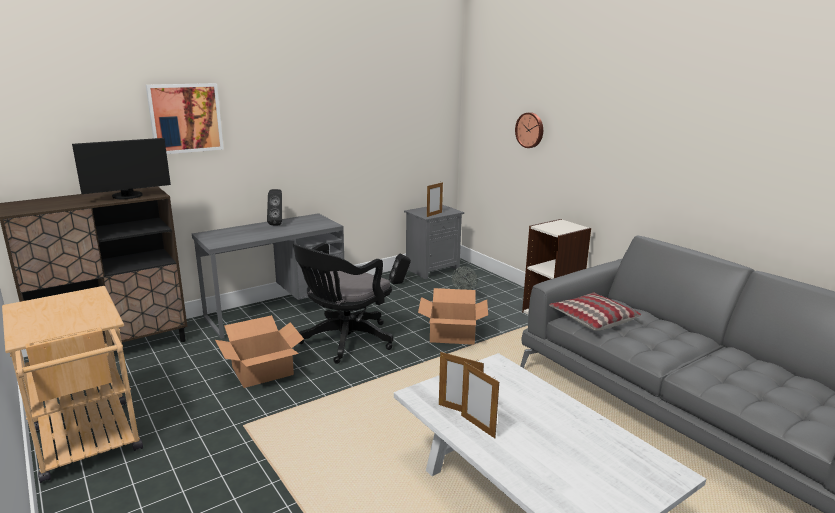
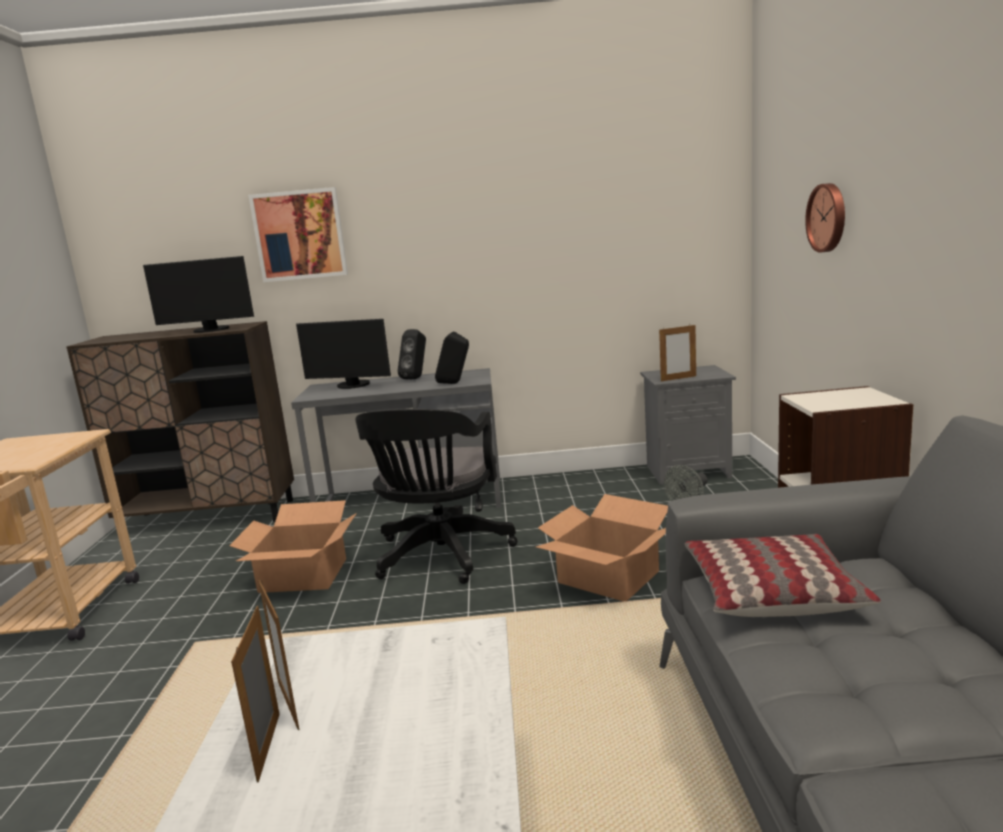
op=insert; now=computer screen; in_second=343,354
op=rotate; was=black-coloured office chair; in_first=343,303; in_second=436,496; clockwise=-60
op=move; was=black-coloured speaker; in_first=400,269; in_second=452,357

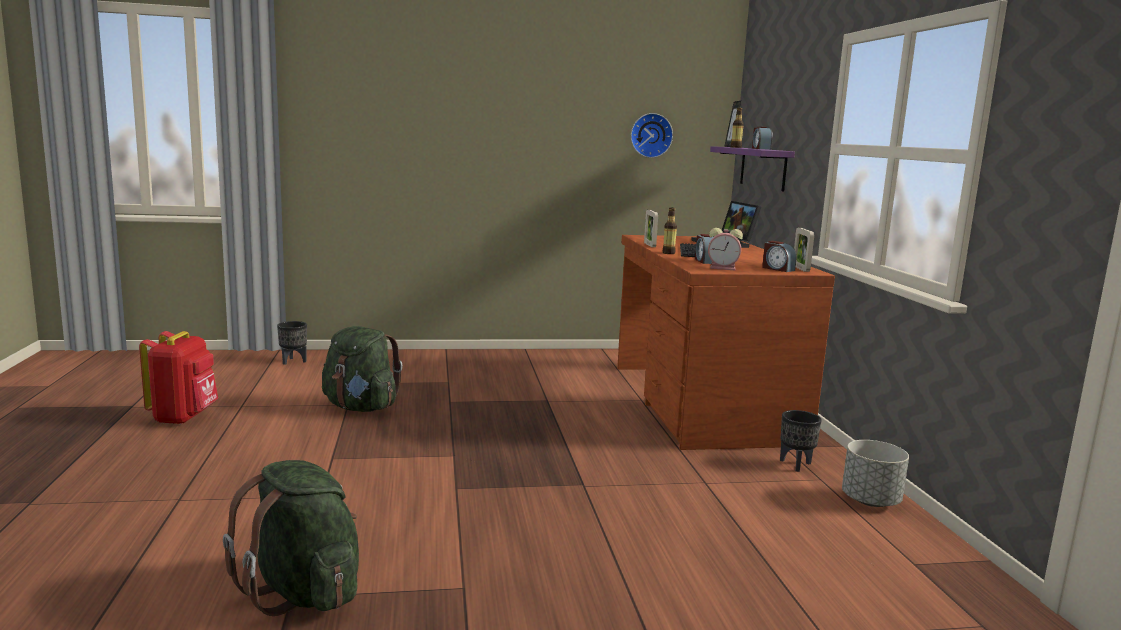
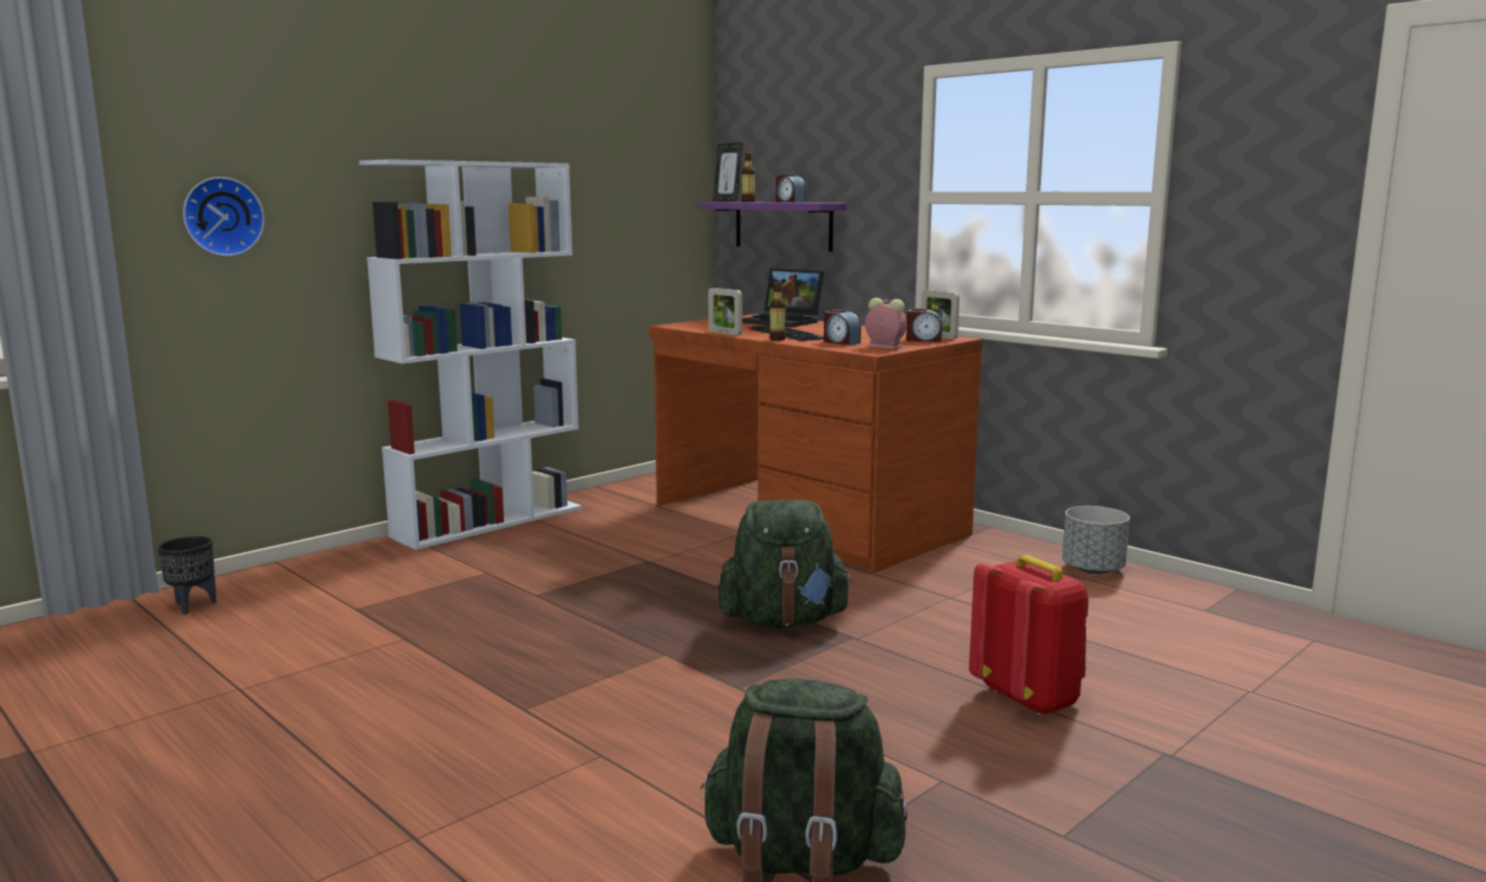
op=move; was=wall clock; in_first=652,135; in_second=223,216
op=insert; now=whitish bookcase; in_second=470,354
op=move; was=green-coloured backpack; in_first=362,369; in_second=785,564
op=rotate; was=alarm clock; in_first=725,249; in_second=886,323; clockwise=-120
op=move; was=red backpack; in_first=178,378; in_second=1029,635
op=delete; was=black-coloured plant pot; in_first=801,441

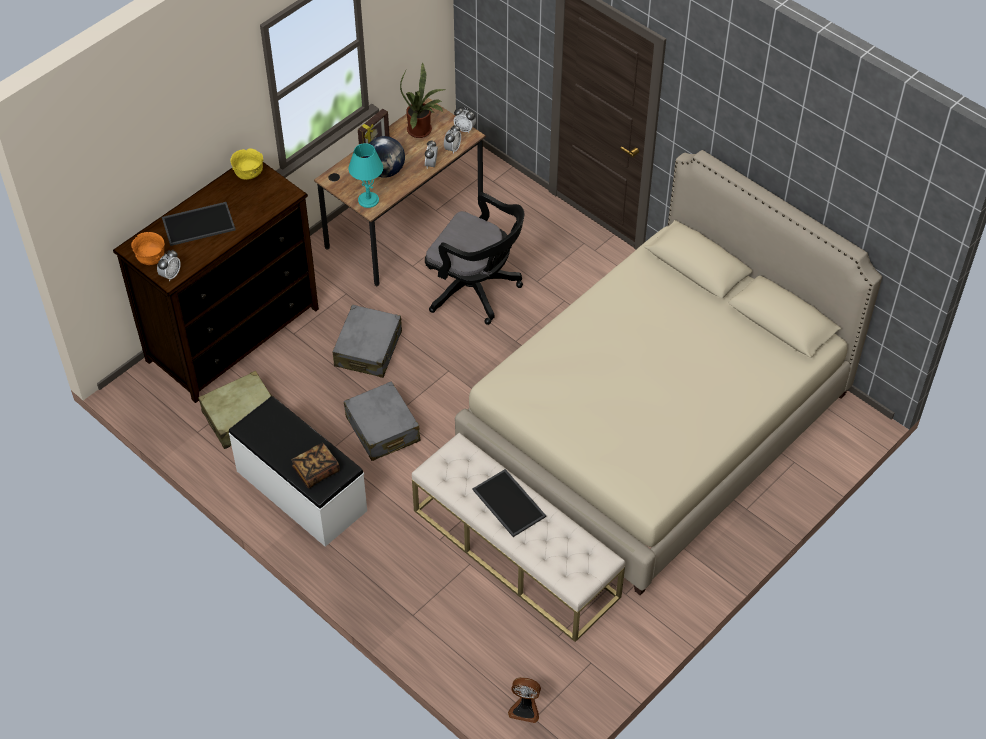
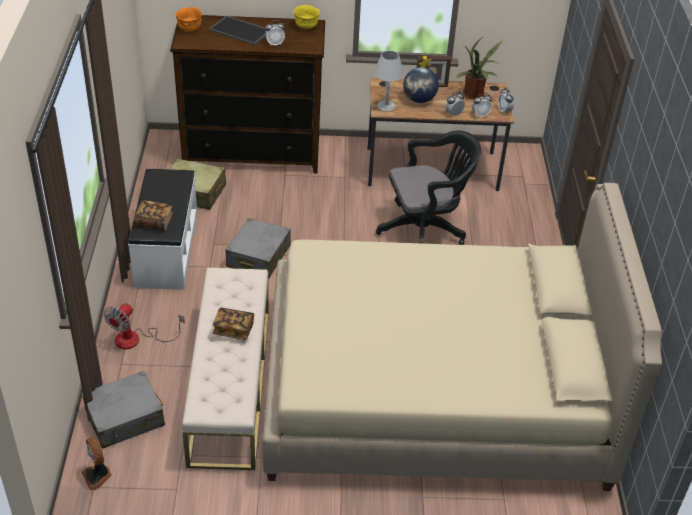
op=move; was=gray travel case; in_first=367,341; in_second=123,410
op=insert; now=fan; in_second=144,326
op=replace; was=serving tray; now=volume; in_first=509,503; in_second=233,324
op=move; was=alarm clock; in_first=169,265; in_second=275,33
op=recolor; was=turquoise table lamp; now=gray table lamp; in_first=366,175; in_second=389,81
op=rotate; was=black-coloured office chair; in_first=474,258; in_second=428,188; clockwise=-90

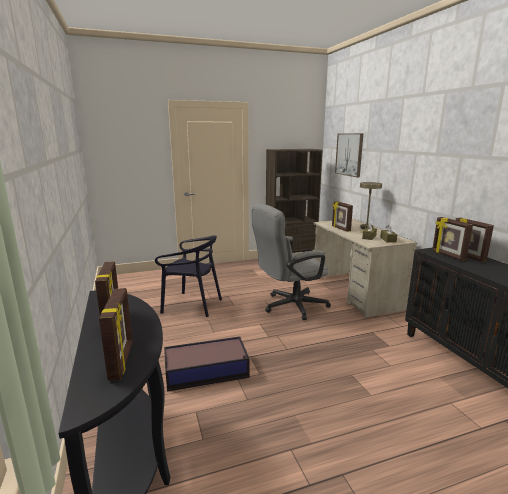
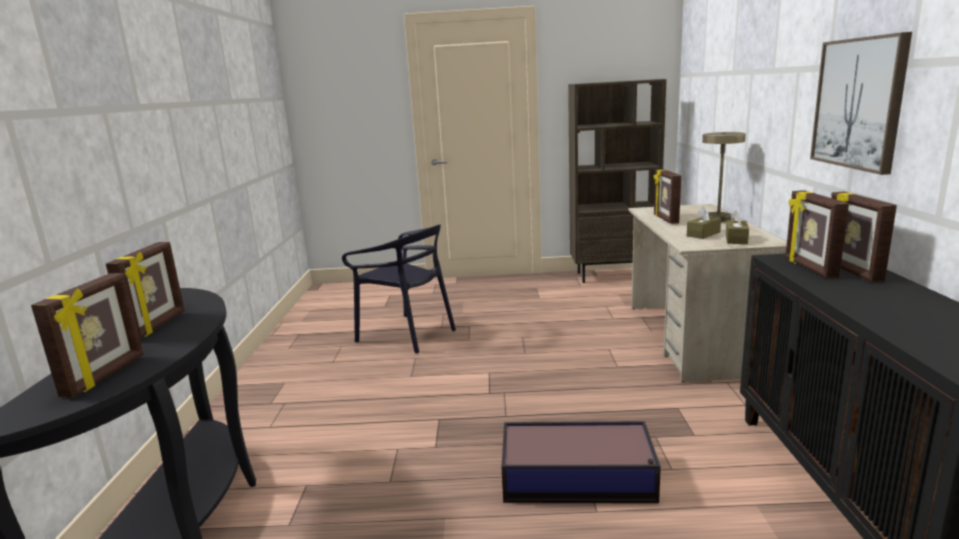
op=move; was=storage bin; in_first=207,364; in_second=581,462
op=move; was=wall art; in_first=349,155; in_second=861,103
op=delete; was=gray office chair; in_first=291,261

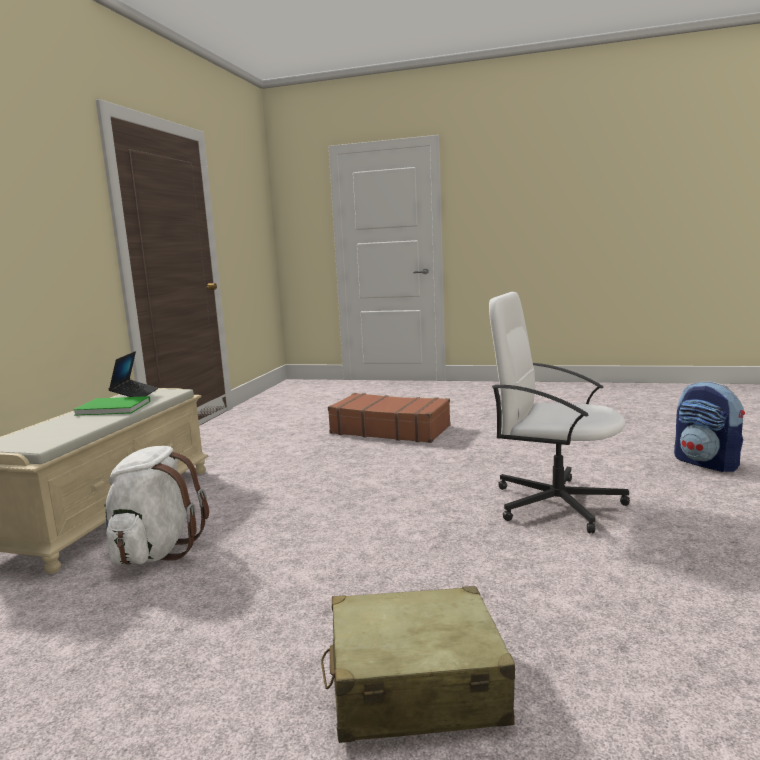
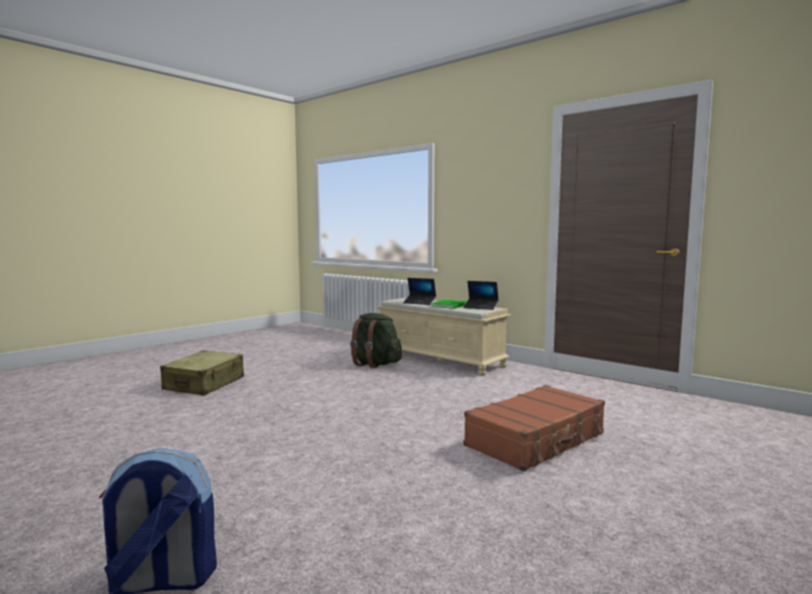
op=recolor; was=whitish backpack; now=green-coloured backpack; in_first=156,505; in_second=376,340
op=insert; now=portable computer; in_second=419,291
op=delete; was=whitish office chair; in_first=559,412

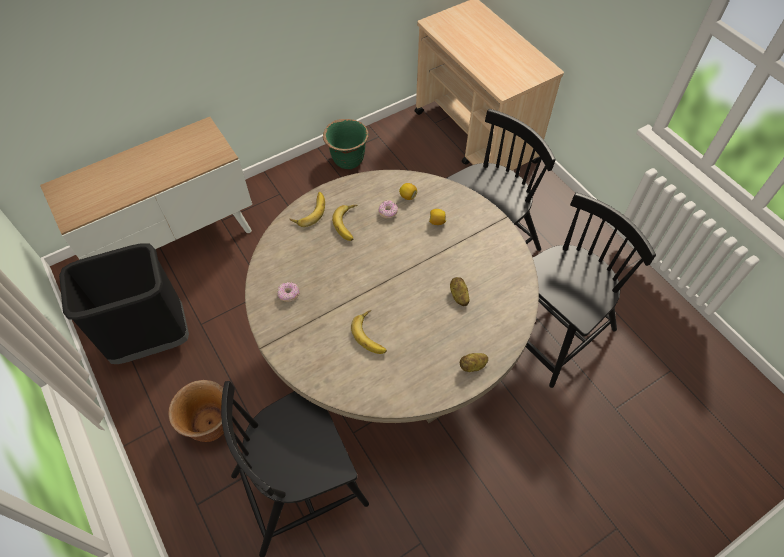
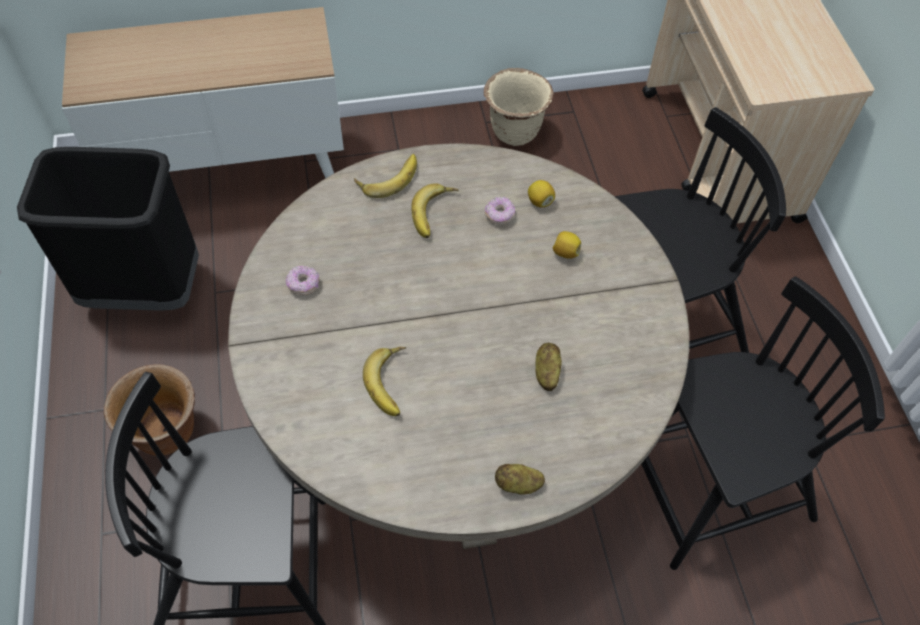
op=recolor; was=green-coloured plant pot; now=beige-coloured plant pot; in_first=346,144; in_second=518,107

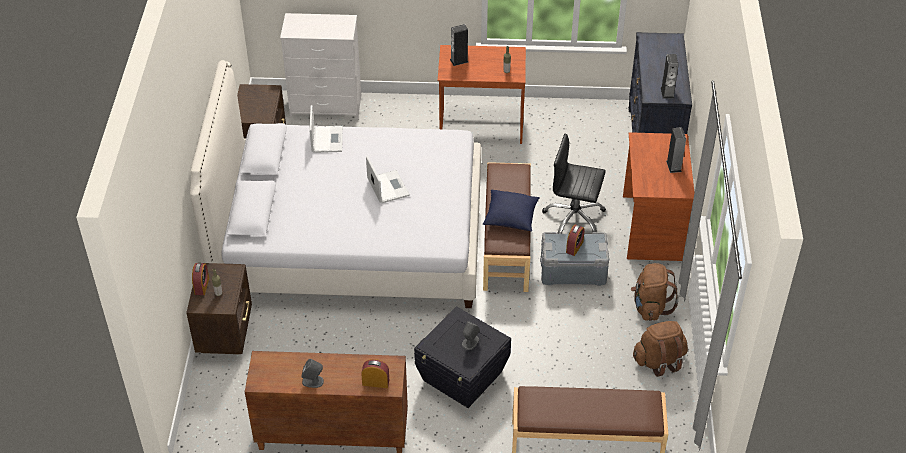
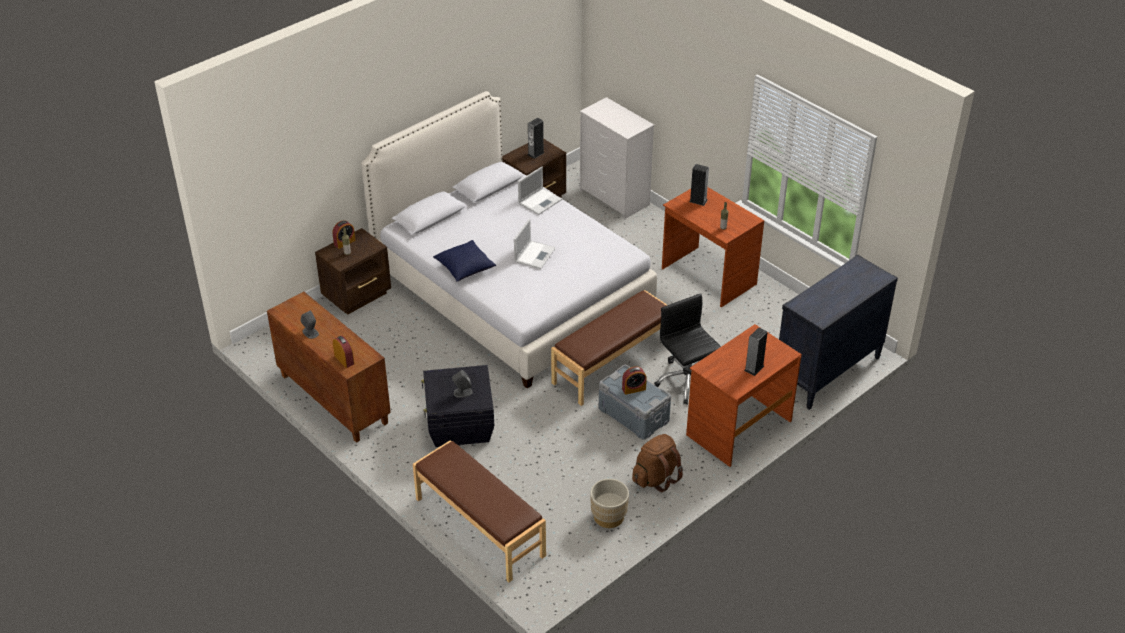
op=move; was=bluish throw pillow; in_first=511,211; in_second=464,261
op=move; was=speaker; in_first=670,76; in_second=536,138
op=replace; was=brown-coloured backpack; now=beige-coloured plant pot; in_first=660,349; in_second=610,503

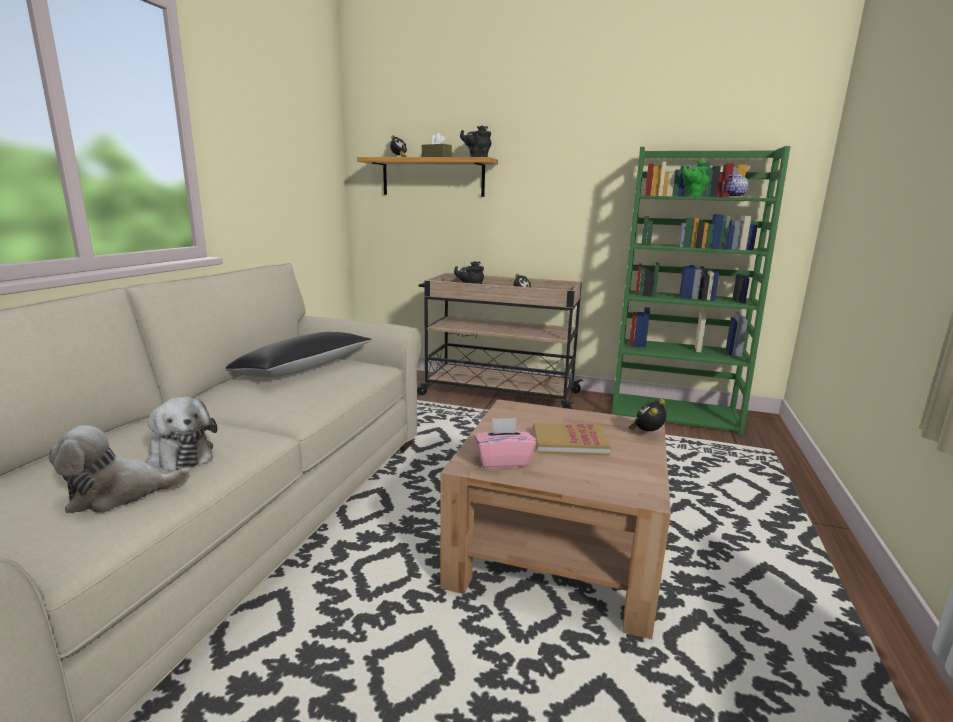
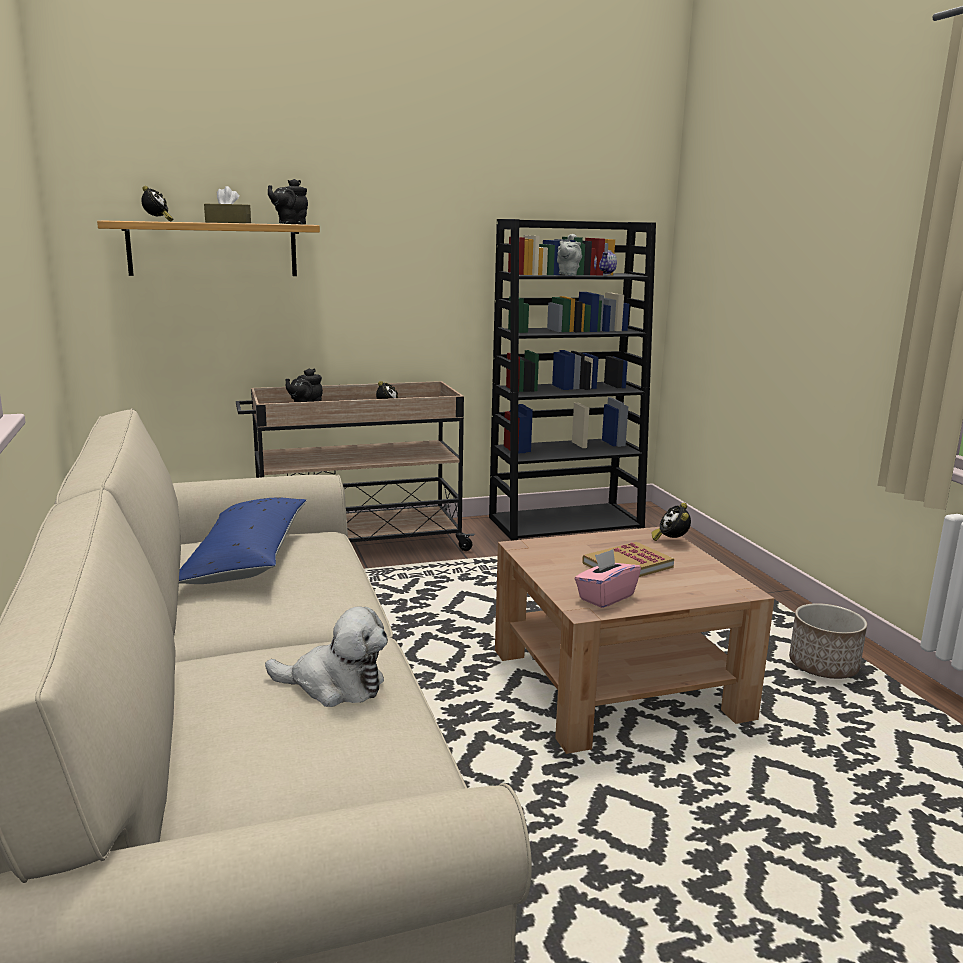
op=recolor; was=black-coloured throw pillow; now=bluish throw pillow; in_first=299,354; in_second=243,540
op=recolor; was=green-coloured bookcase; now=black-coloured bookcase; in_first=701,290; in_second=572,380
op=recolor; was=green-coloured pot for tea; now=gray pot for tea; in_first=697,178; in_second=569,254
op=insert; now=plant pot; in_second=828,641
op=delete; was=plush toy; in_first=120,469

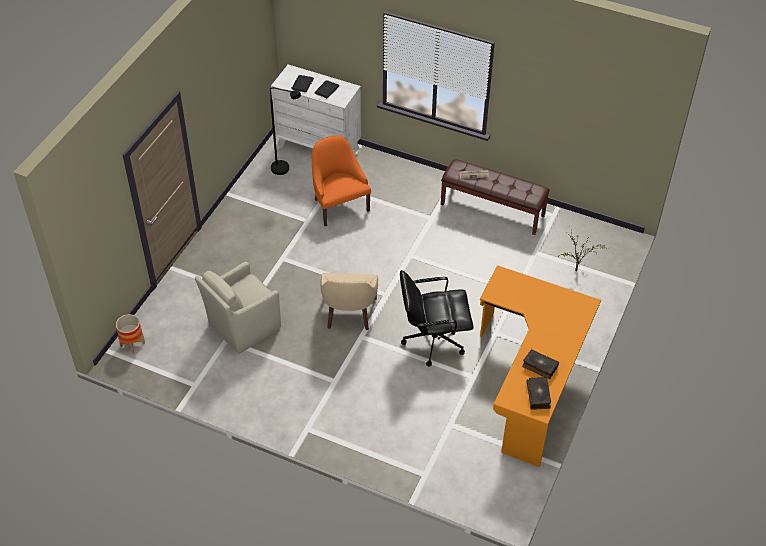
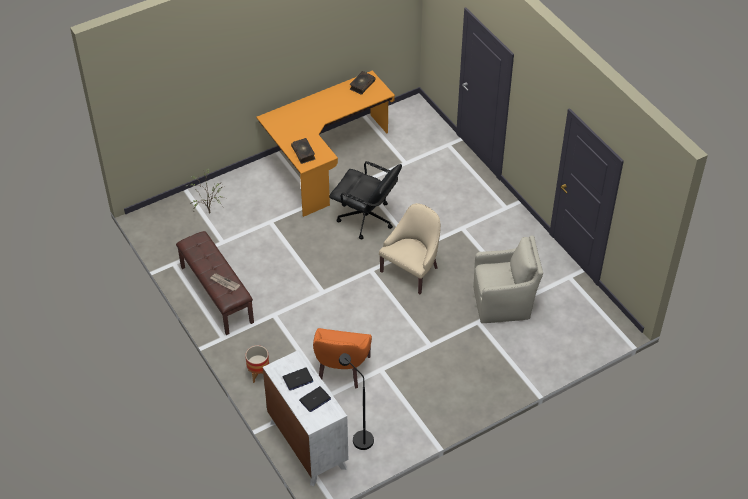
op=move; was=plant pot; in_first=130,334; in_second=257,364
op=move; was=volume; in_first=540,364; in_second=303,151

